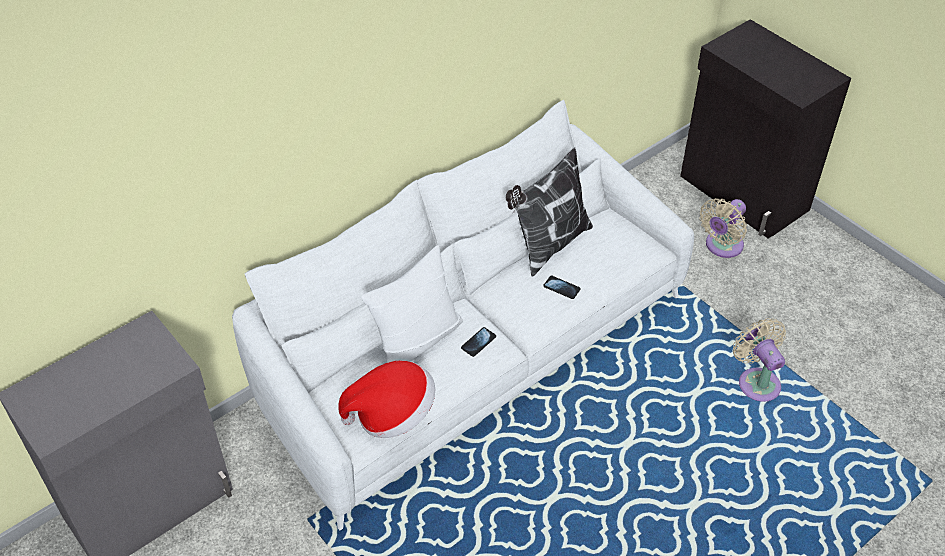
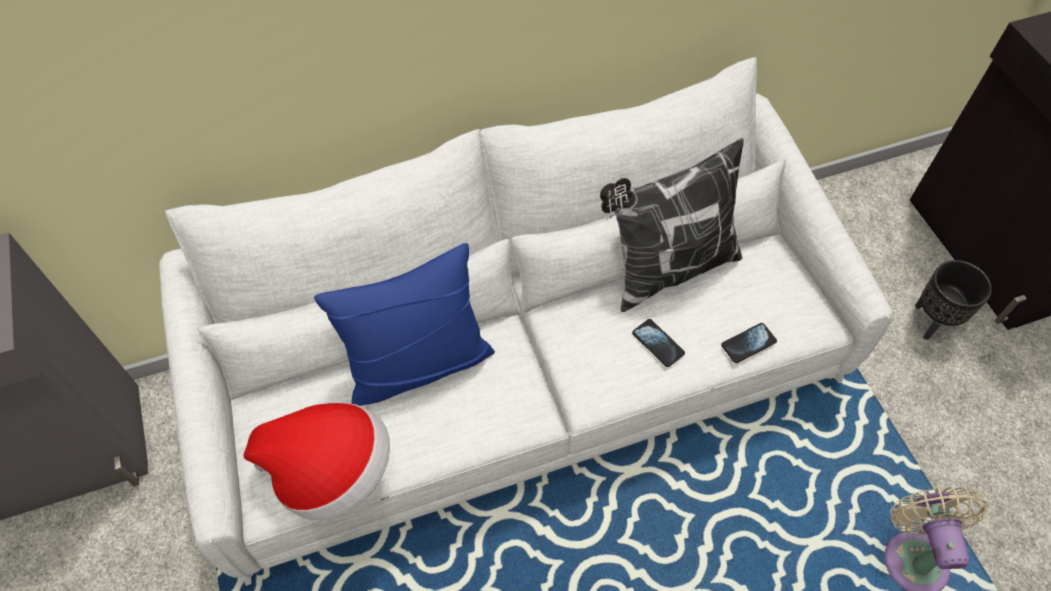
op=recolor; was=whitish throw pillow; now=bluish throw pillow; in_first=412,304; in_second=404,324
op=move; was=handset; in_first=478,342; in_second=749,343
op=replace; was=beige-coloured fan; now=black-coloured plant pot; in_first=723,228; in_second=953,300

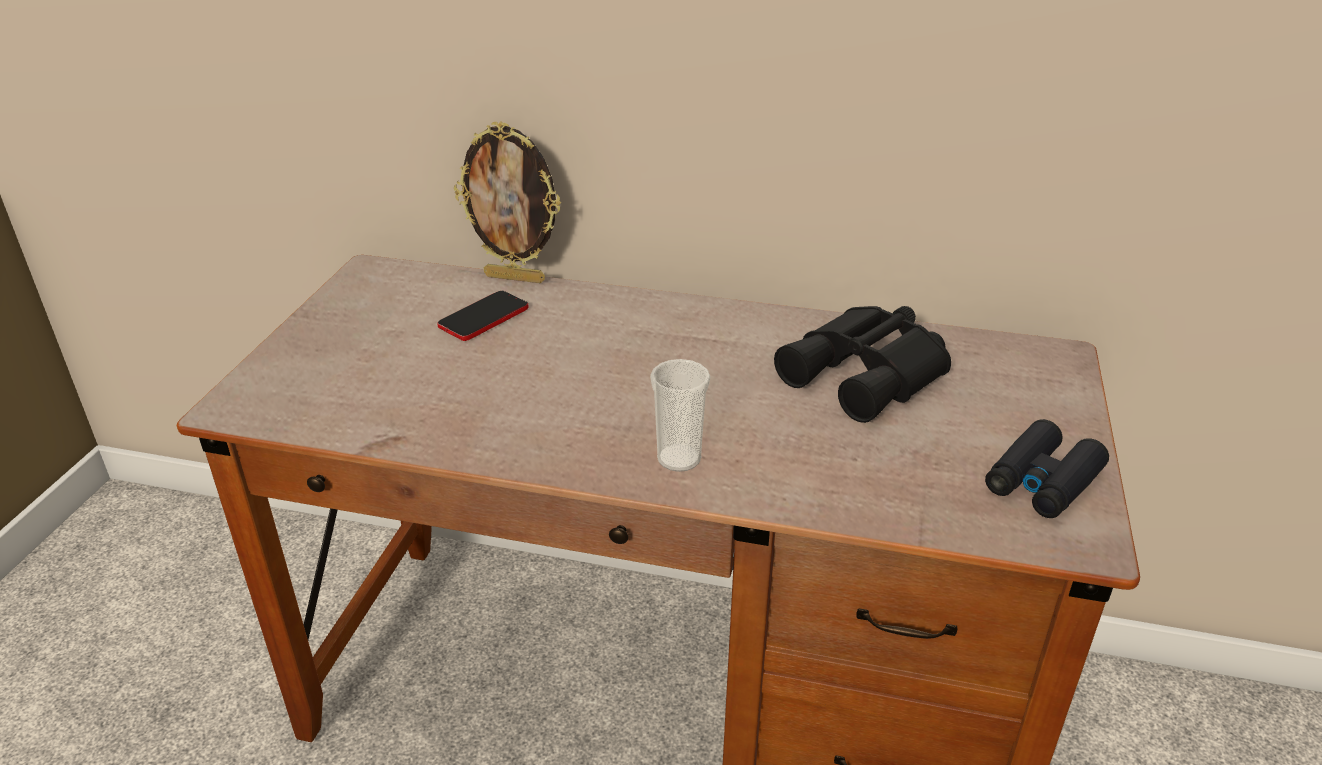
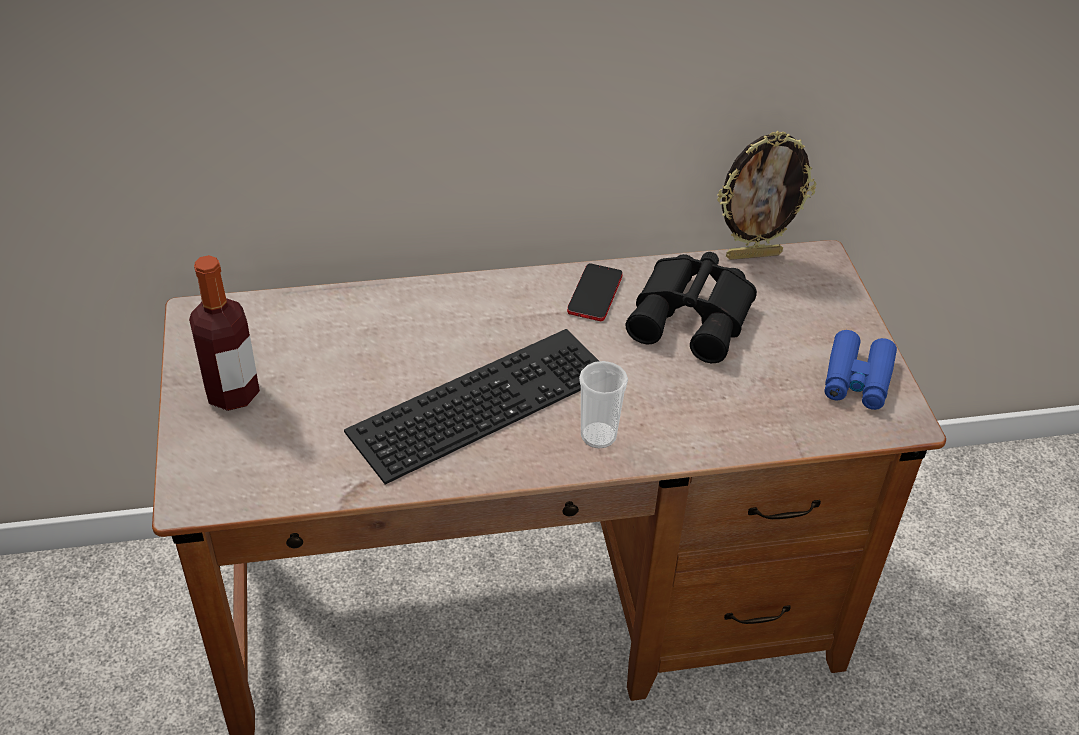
op=insert; now=drink bottle; in_second=224,333
op=insert; now=keyboard; in_second=471,406
op=move; was=handset; in_first=483,316; in_second=595,292
op=move; was=standing frame; in_first=507,202; in_second=766,195
op=recolor; was=black-coloured binoculars; now=bluish binoculars; in_first=1047,468; in_second=861,370

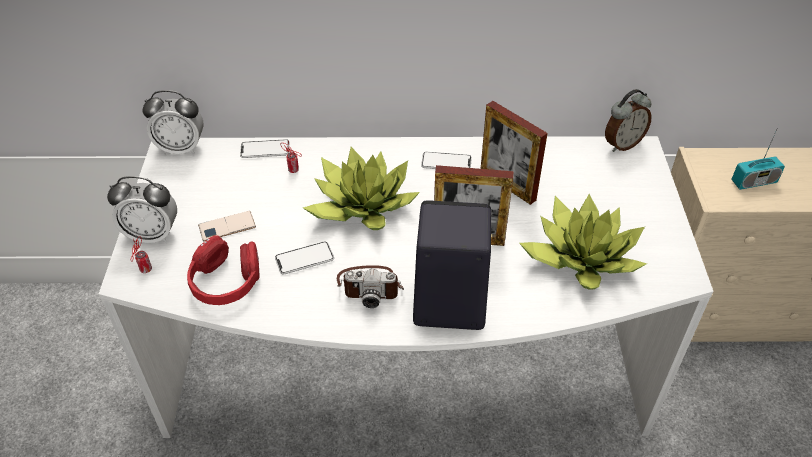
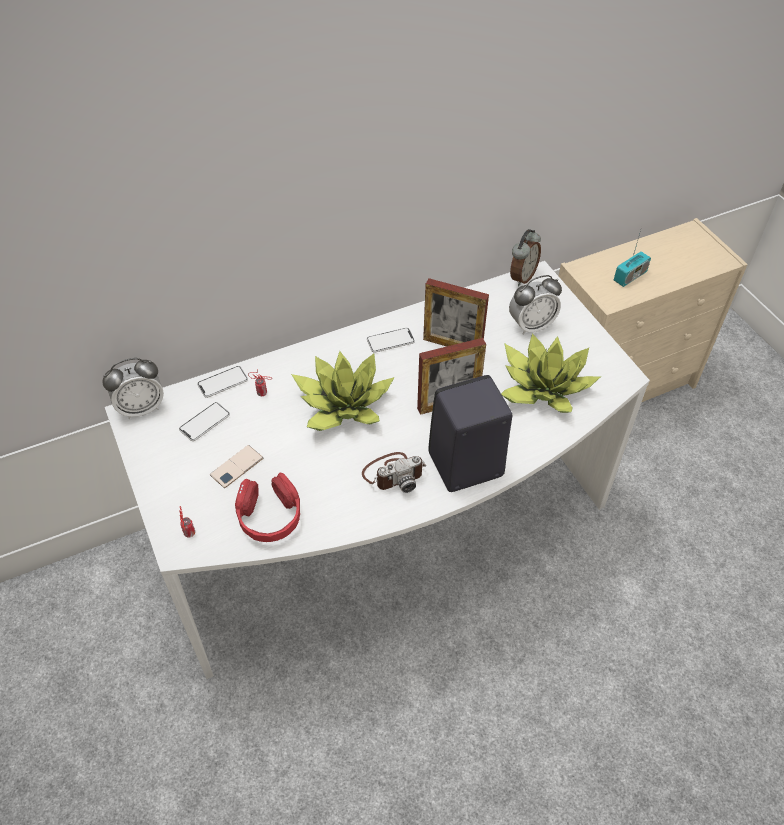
op=move; was=handset; in_first=304,258; in_second=204,421
op=move; was=alarm clock; in_first=142,209; in_second=535,305

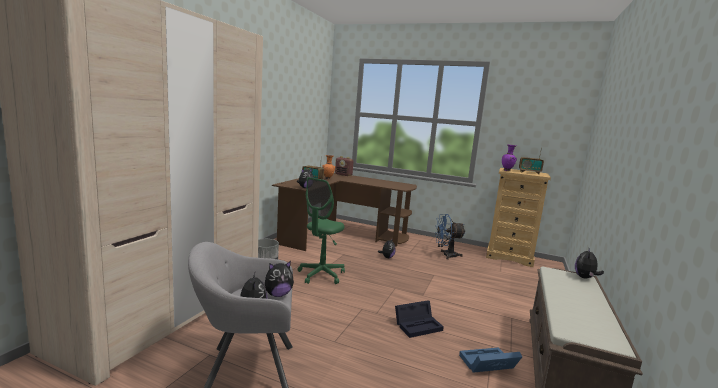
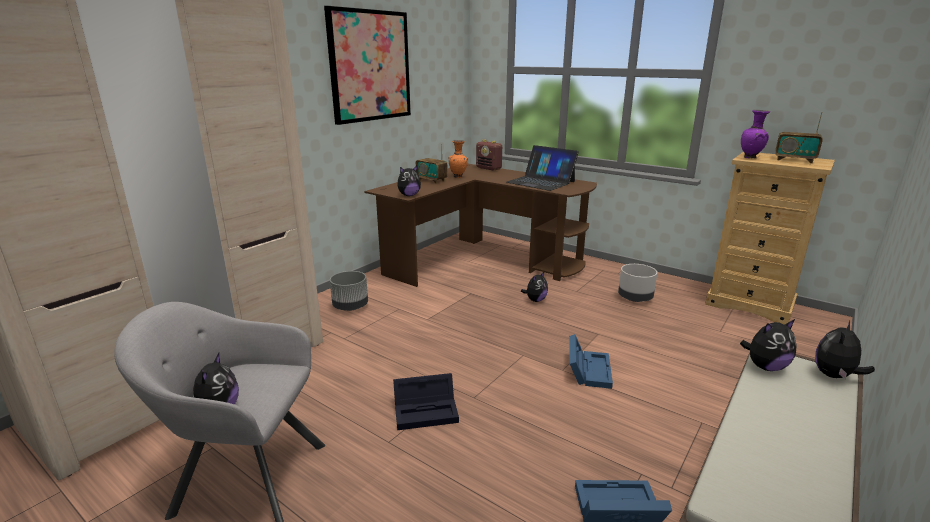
op=insert; now=wall art; in_second=367,65
op=move; was=black-coloured storage bin; in_first=419,319; in_second=426,401
op=insert; now=portable computer; in_second=542,168
op=insert; now=bluish storage bin; in_second=591,361
op=replace; was=bluish fan; now=gray plant pot; in_first=450,237; in_second=637,283
op=move; was=plush toy; in_first=279,279; in_second=768,345
op=delete; was=green-coloured office chair; in_first=321,230

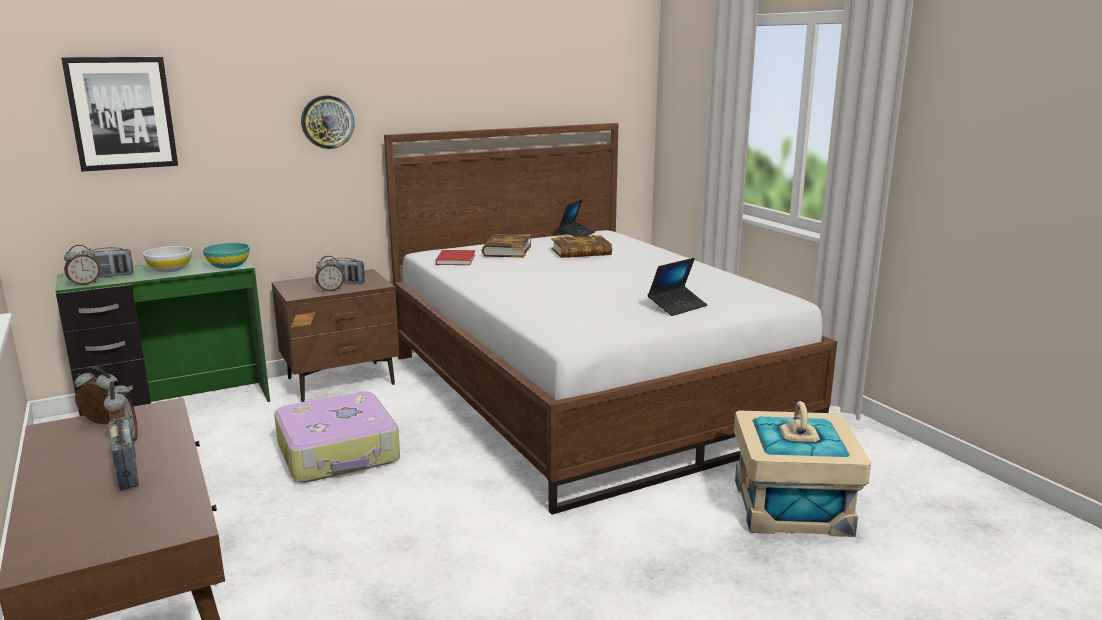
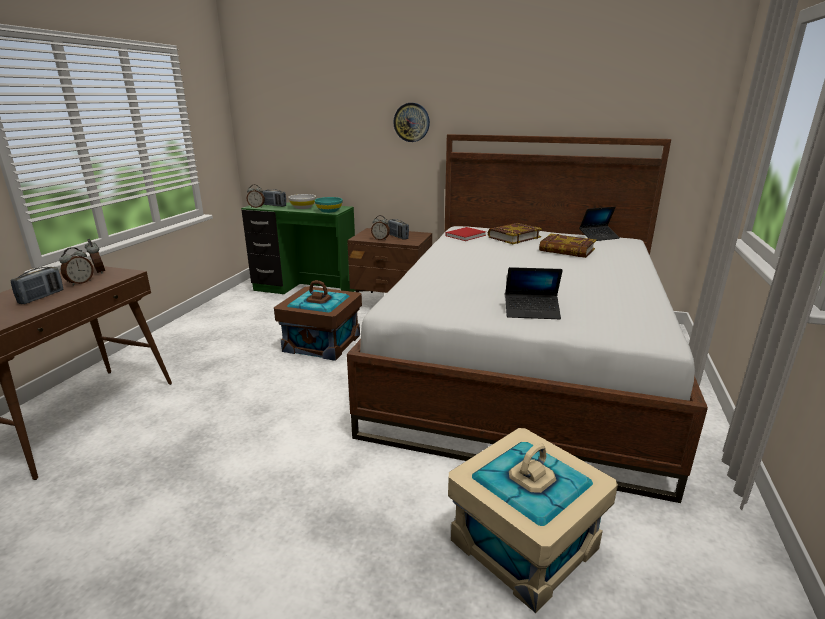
op=replace; was=travel case; now=brown-coloured storage bin; in_first=337,437; in_second=318,320
op=delete; was=wall art; in_first=119,114

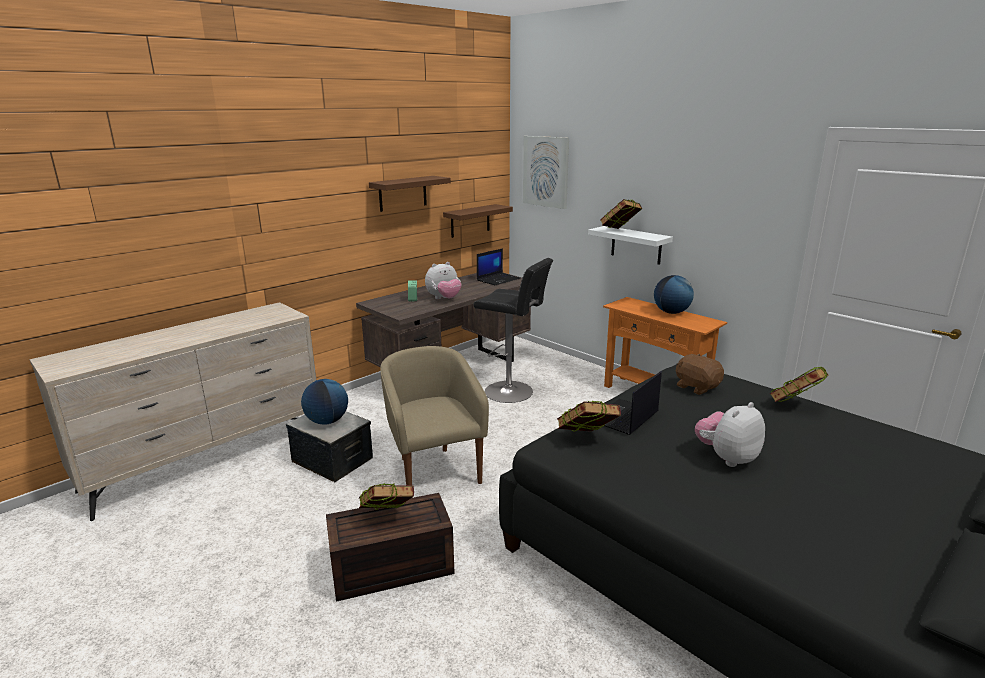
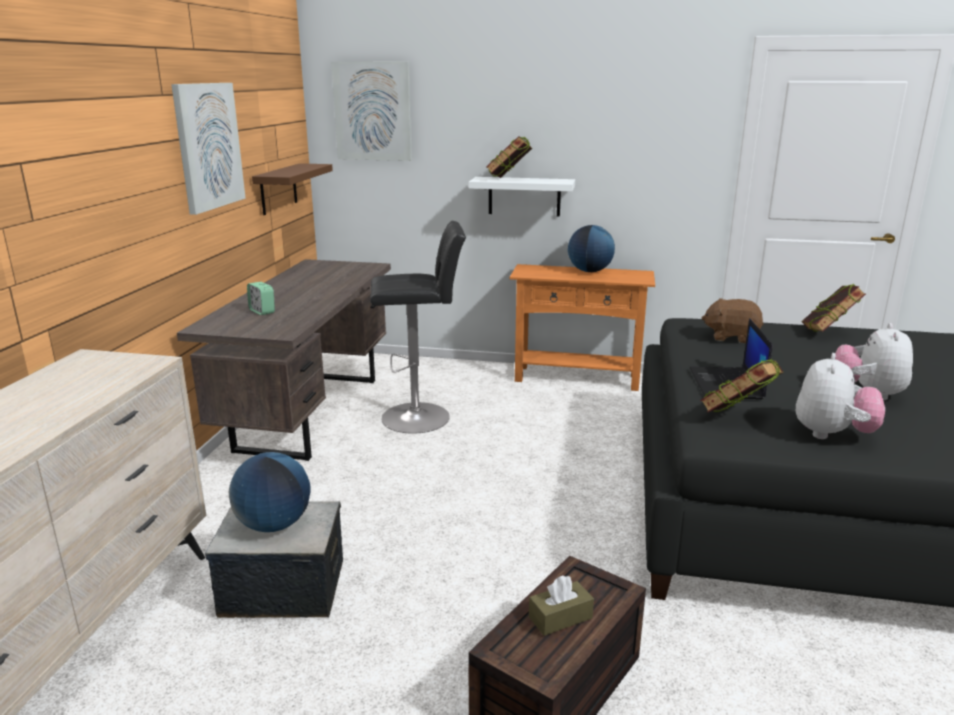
op=replace; was=brown-coloured bracket shelf; now=wall art; in_first=410,194; in_second=208,149
op=replace; was=volume; now=brown-coloured box of tissues; in_first=386,496; in_second=561,606
op=move; was=plush toy; in_first=443,280; in_second=840,396
op=delete; was=beige-coloured lounge chair; in_first=434,415
op=delete; was=portable computer; in_first=499,266

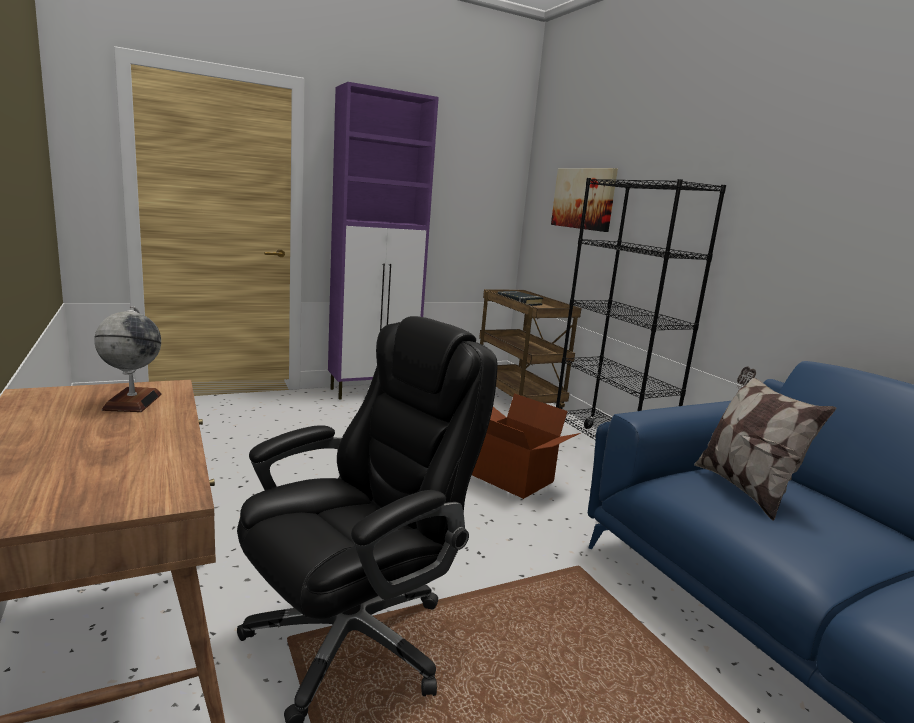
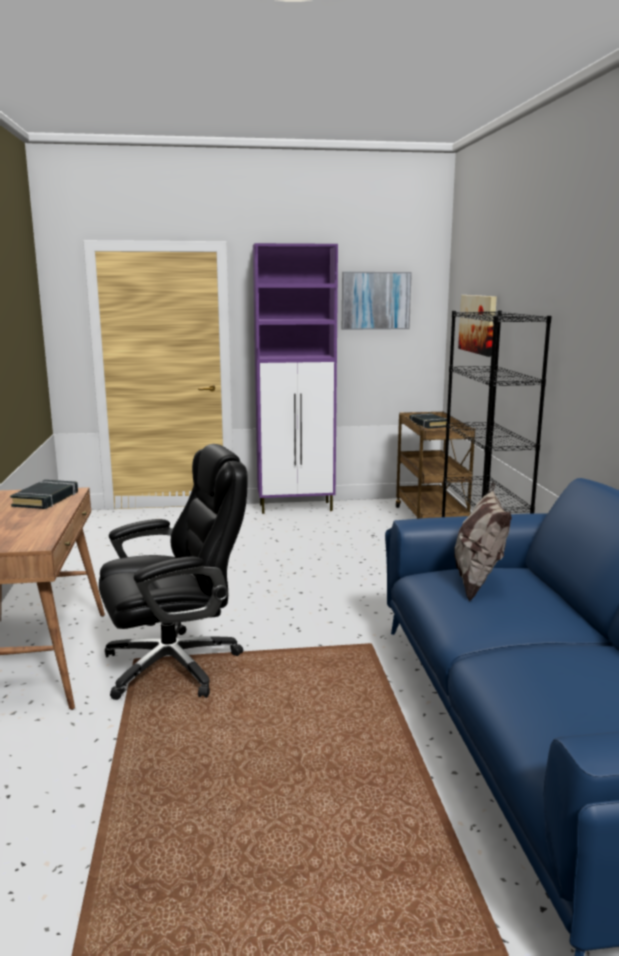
op=replace; was=world globe; now=black-coloured volume; in_first=128,359; in_second=44,494
op=insert; now=wall art; in_second=377,301
op=delete; was=cardboard box; in_first=526,446

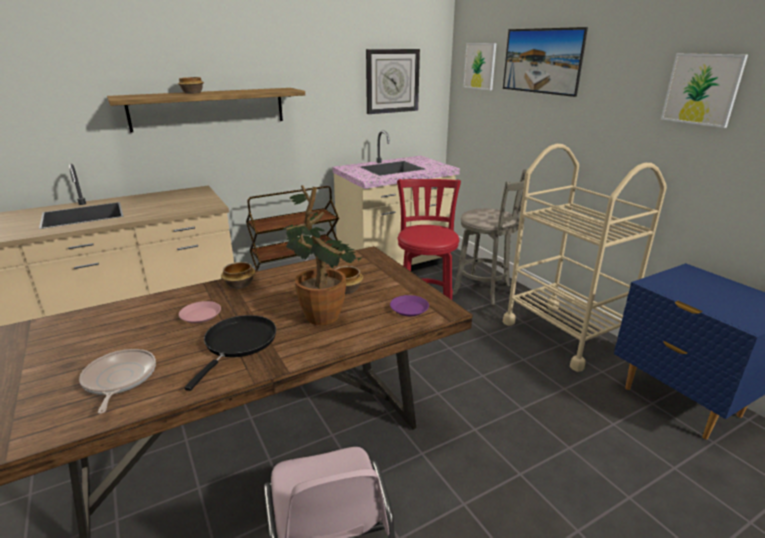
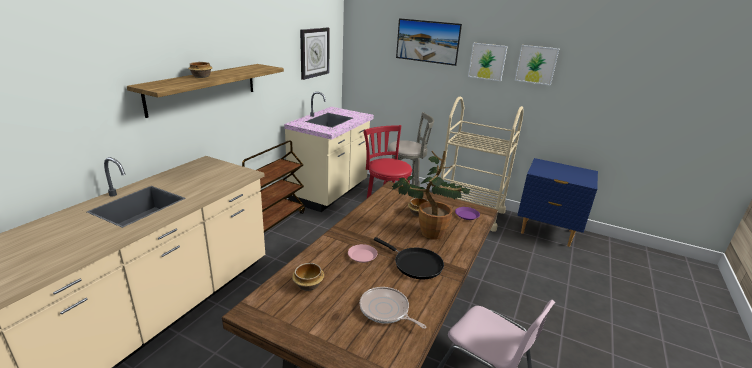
op=move; was=serving bowl; in_first=238,275; in_second=308,277
op=rotate; was=black-coloured frying pan; in_first=230,353; in_second=409,258; clockwise=150
op=move; was=wall art; in_first=480,66; in_second=488,62

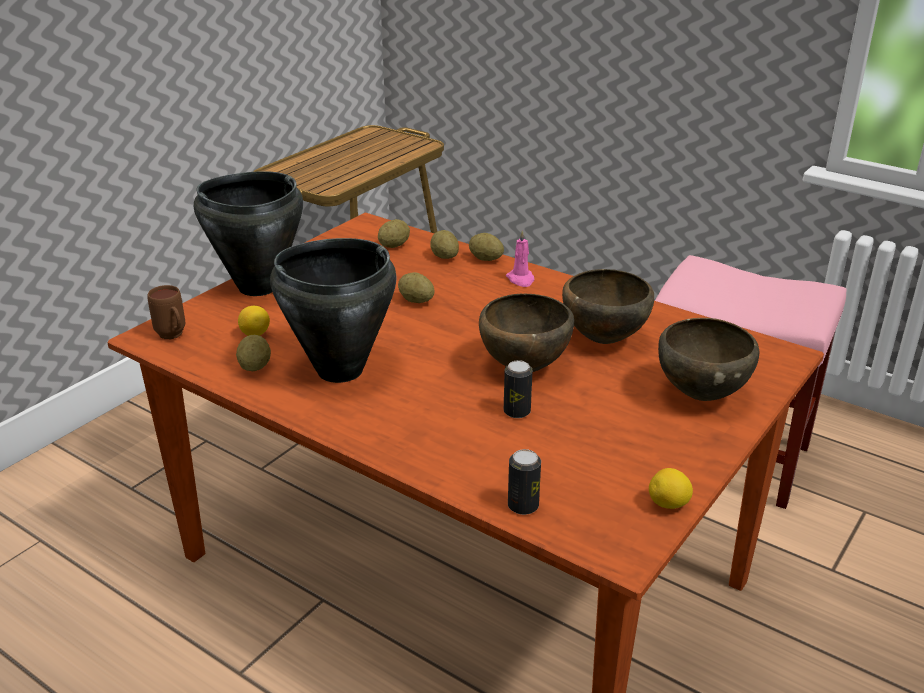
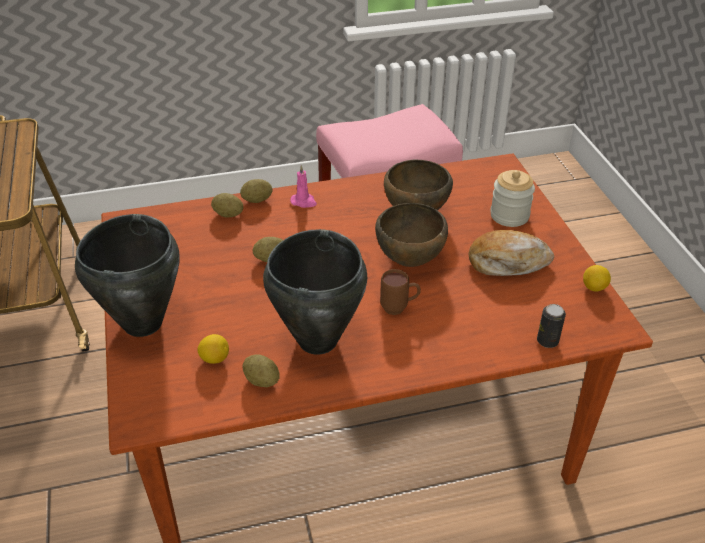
op=move; was=brown-coloured coffee mug; in_first=166,312; in_second=400,292
op=insert; now=baked bread; in_second=511,253
op=replace; was=brown-coloured serving bowl; now=jar; in_first=708,359; in_second=512,198
op=delete; was=whole potato; in_first=394,233
op=delete; was=can; in_first=518,389

